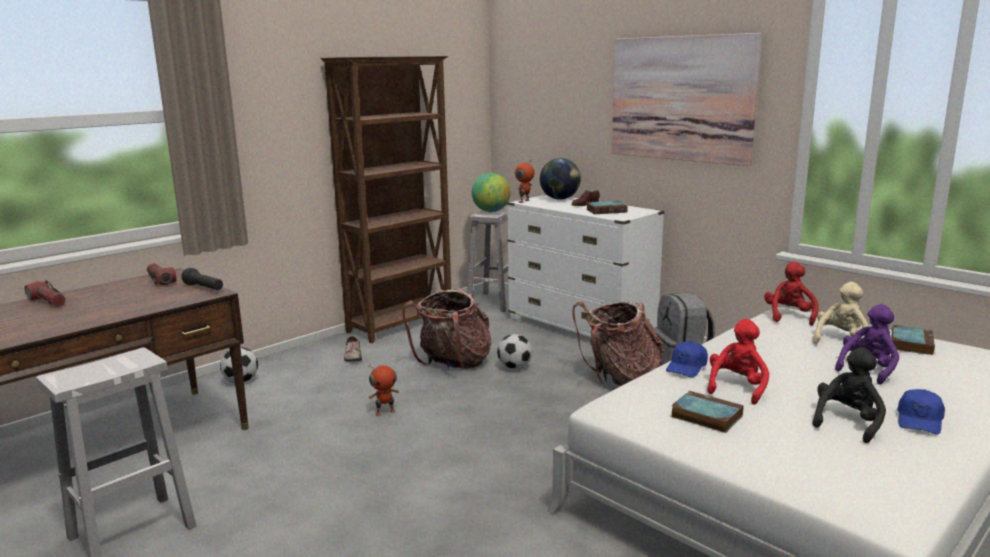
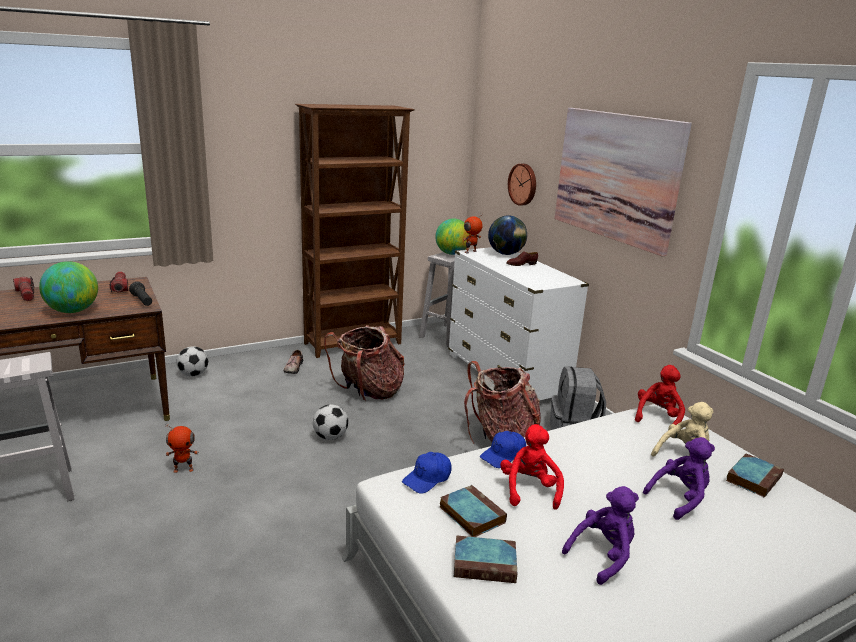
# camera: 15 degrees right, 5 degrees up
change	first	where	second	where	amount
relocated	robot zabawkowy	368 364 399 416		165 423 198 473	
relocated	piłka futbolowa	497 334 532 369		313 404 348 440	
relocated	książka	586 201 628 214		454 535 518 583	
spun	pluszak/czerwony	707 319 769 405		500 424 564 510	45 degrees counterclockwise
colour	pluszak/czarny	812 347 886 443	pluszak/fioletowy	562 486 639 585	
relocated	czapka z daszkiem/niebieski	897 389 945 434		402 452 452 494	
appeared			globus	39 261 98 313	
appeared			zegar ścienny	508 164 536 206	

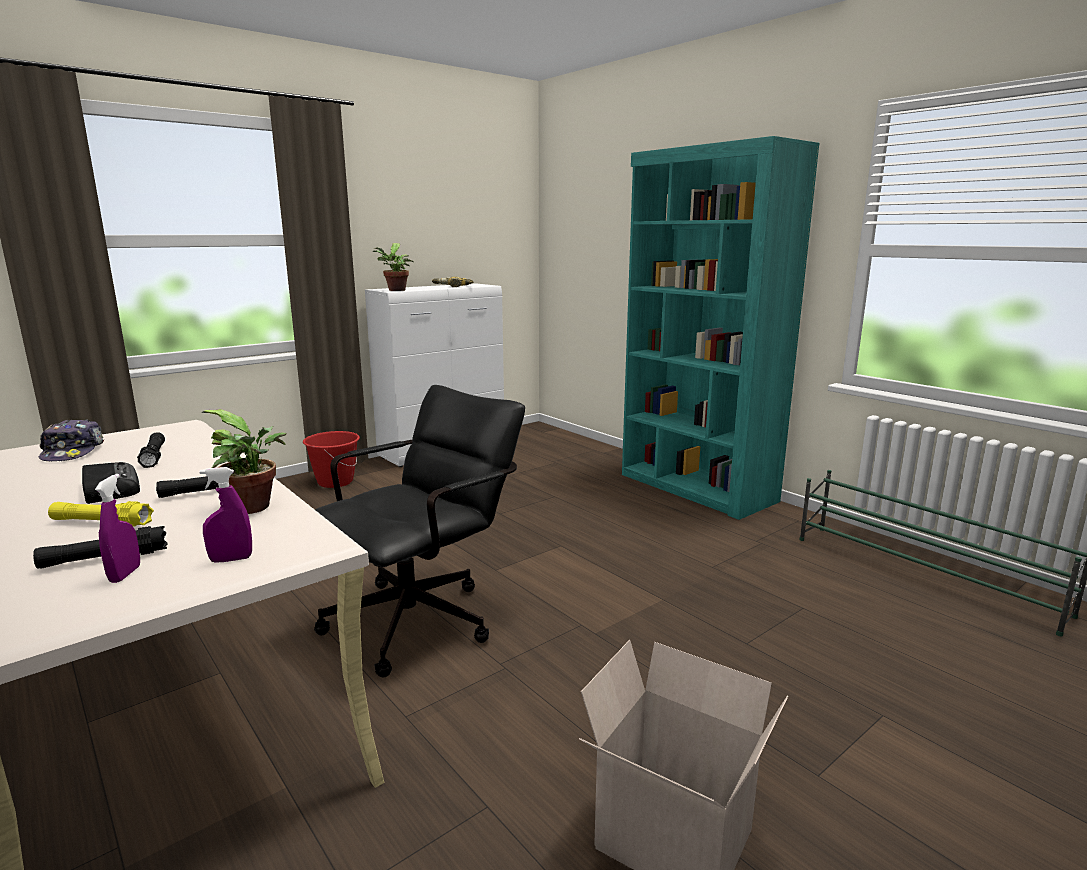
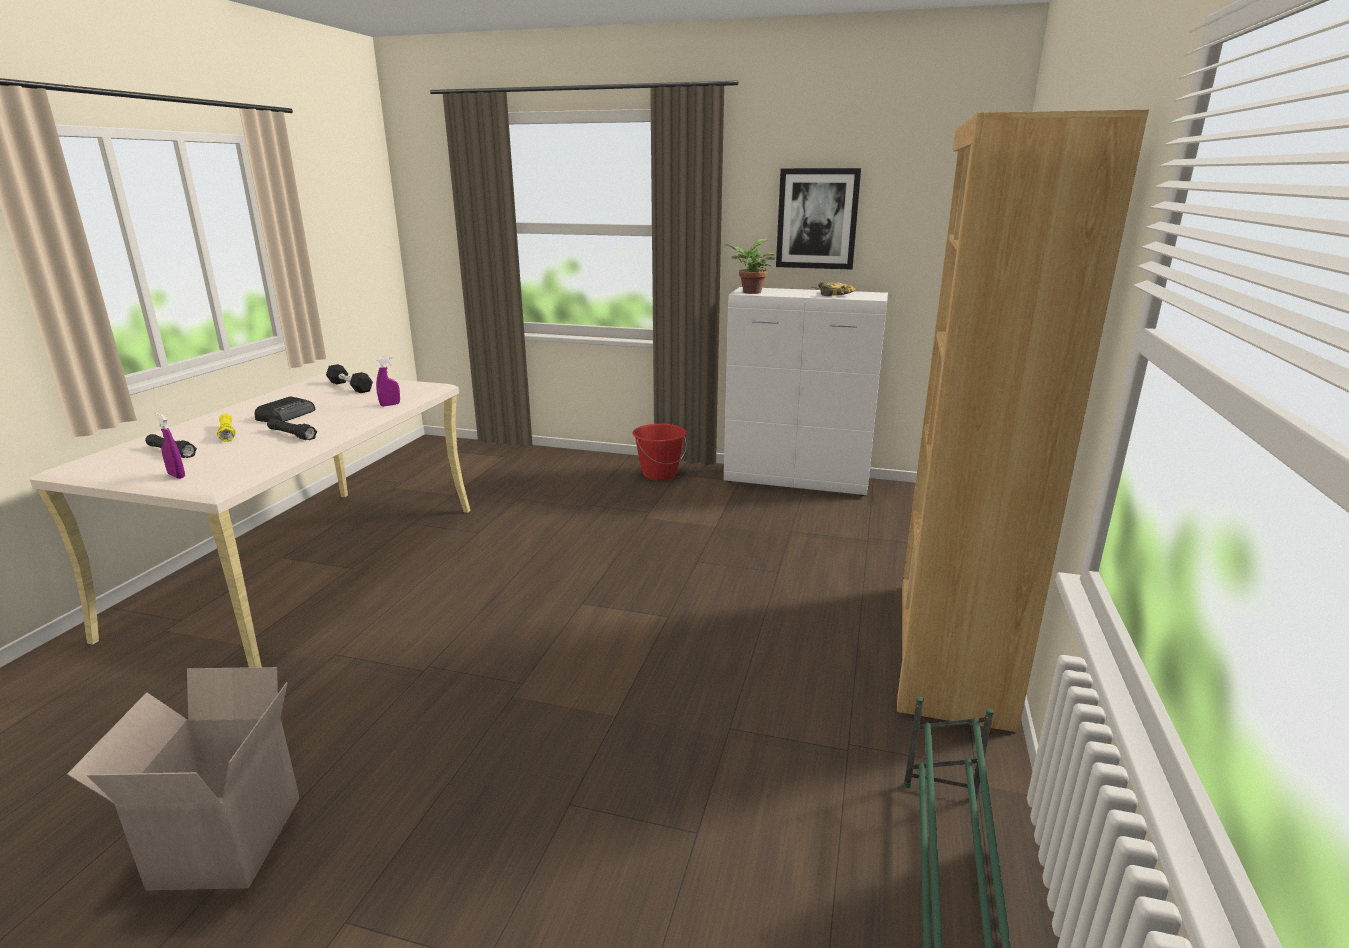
# camera: 55 degrees right, 5 degrees up
change	first	where	second	where	amount
exchanged	czapka z daszkiem	39 419 104 461	hantel/czarny	326 364 373 393	
relocated	spryskiwacz/fioletowy	95 474 140 583		376 356 400 407	
missing	latarka/czarny	137 432 165 468			
missing	roślina doniczkowa	201 409 286 514			
missing	krzesło biurowe/czarny	314 385 525 678			
colour	regał/turkusowy	622 136 819 520	regał/brązowy	897 109 1149 733	
appeared			obraz	776 168 861 270	

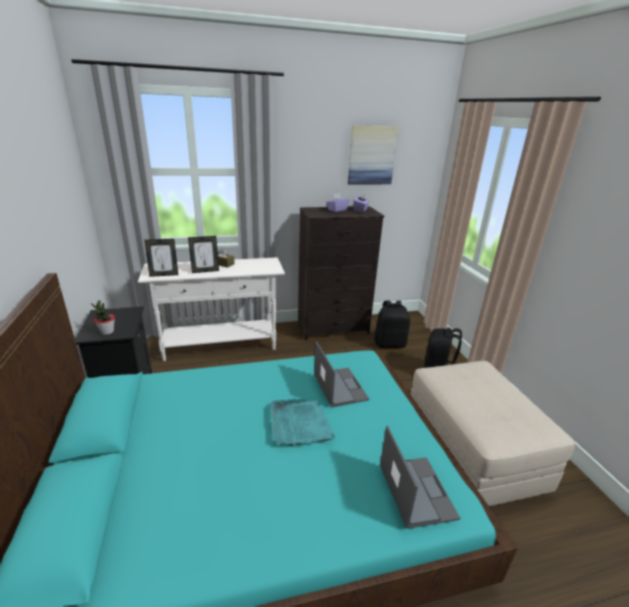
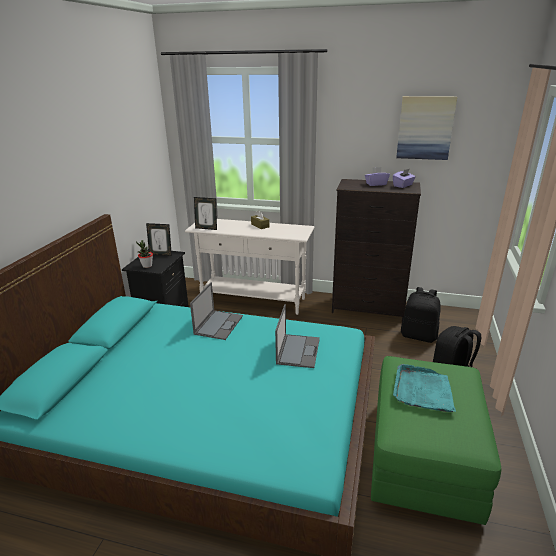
# camera: 30 degrees right, 0 degrees up
change	first	where	second	where	amount
relocated	ramka na zdjęcie	188 236 219 273		146 223 172 256	
relocated	taca/turkusowy	270 399 336 446		393 364 456 412	
relocated	laptop	380 426 460 529		190 282 243 340	
colour	pufa/beżowy	411 361 575 506	pufa/zielony	371 356 501 525	

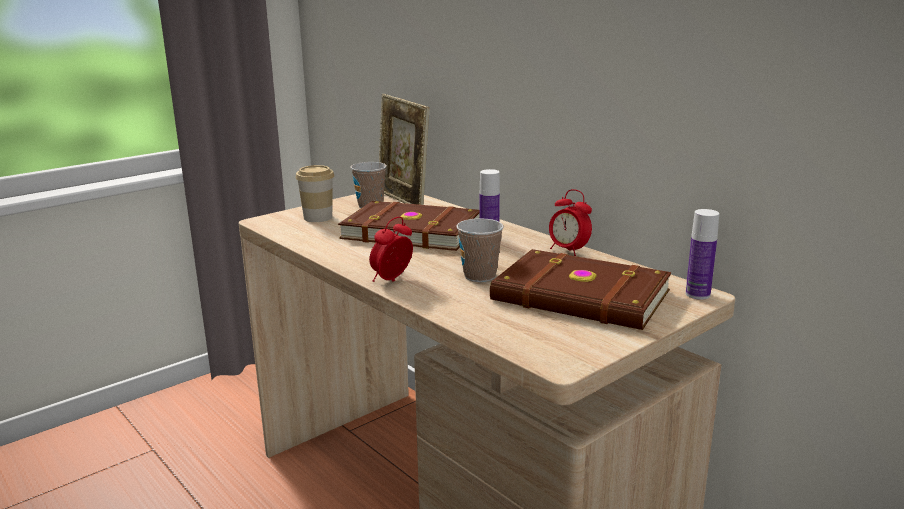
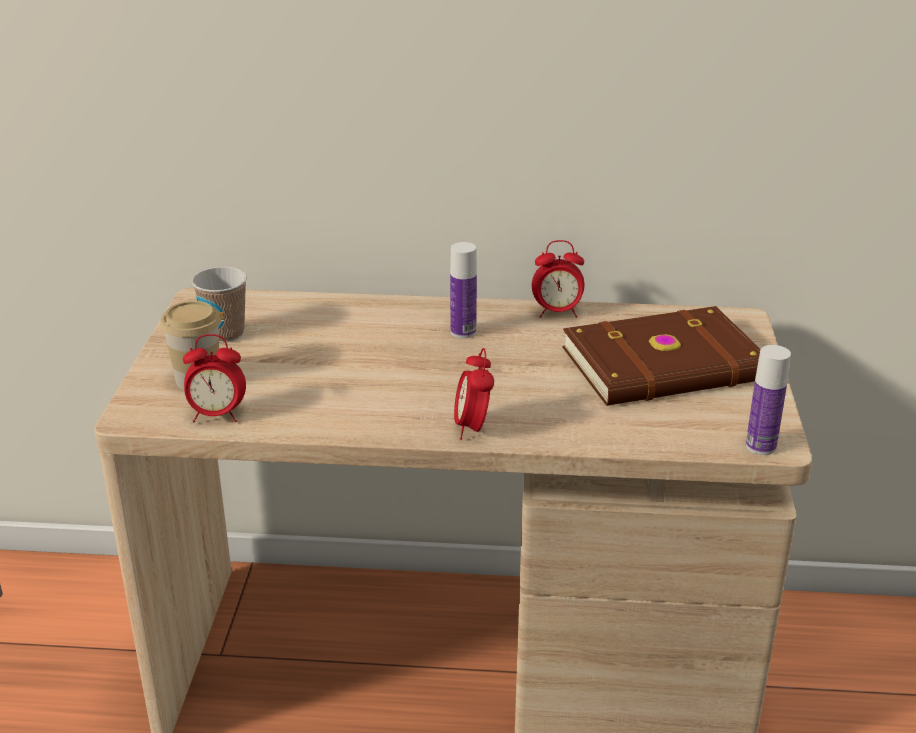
# camera: 45 degrees left, 10 degrees up
change	first	where	second	where	amount
missing	książka/brązowy	338 201 480 251			
missing	ramka na zdjęcie	379 94 429 205			
missing	filiżanka	456 218 504 282			
relocated	butelka	686 209 719 300		746 345 791 455	
appeared			budzik	183 334 246 422	

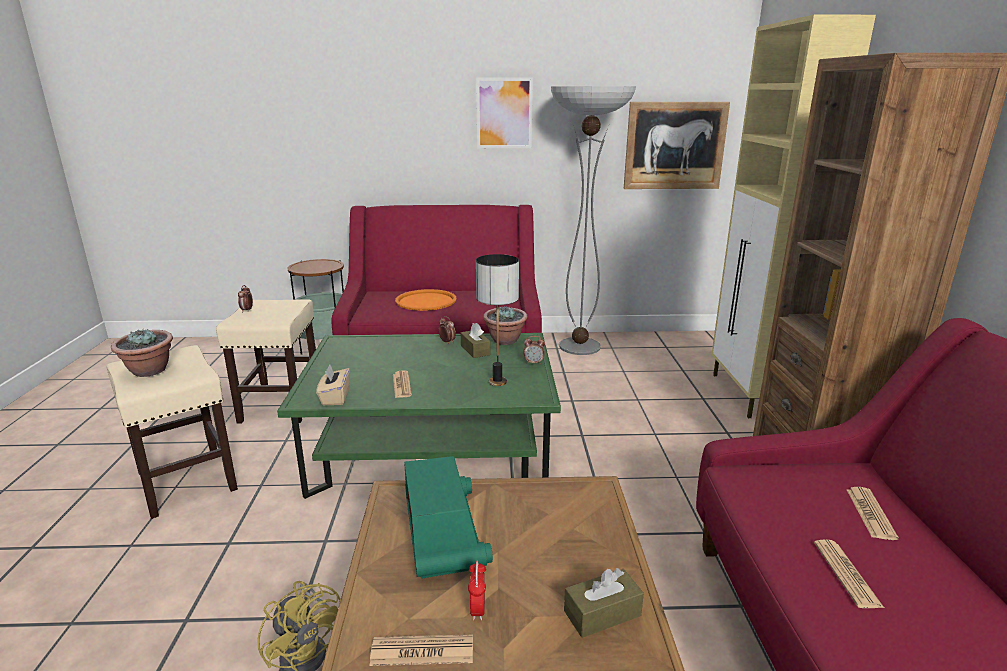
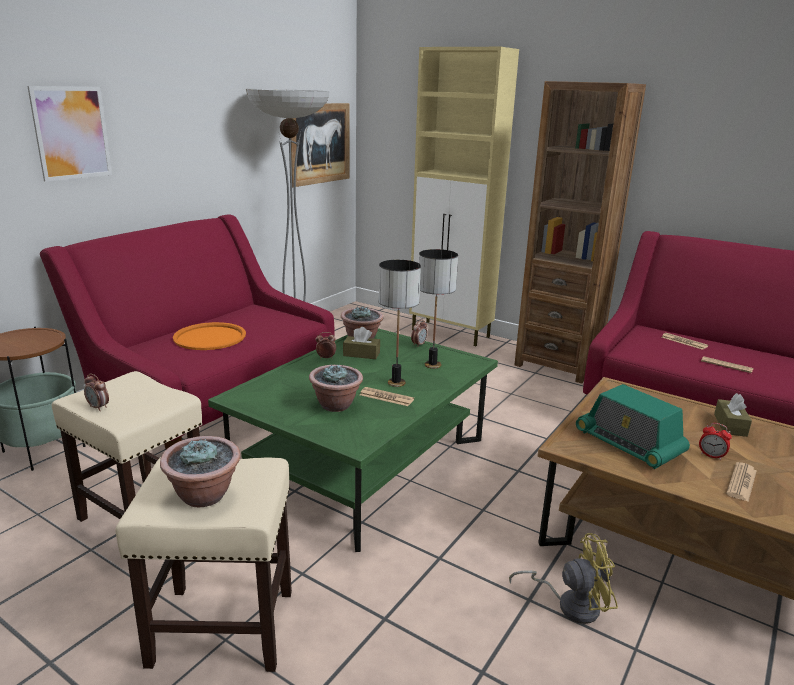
# camera: 55 degrees left, 0 degrees up
change	first	where	second	where	amount
missing	pudełko chusteczek/beżowy	316 365 350 405			
spun	radio	404 456 493 579		576 384 690 469	150 degrees counterclockwise
relocated	obraz	476 78 533 148		27 86 112 182	
appeared			roślina doniczkowa	309 364 363 412	
appeared			lampa stołowa	379 260 421 387	

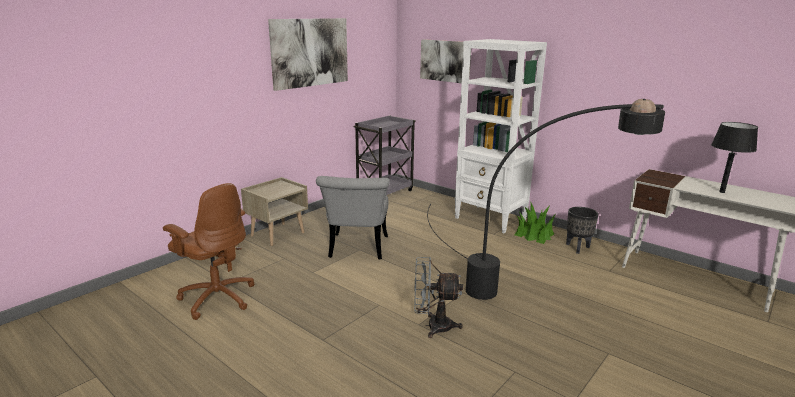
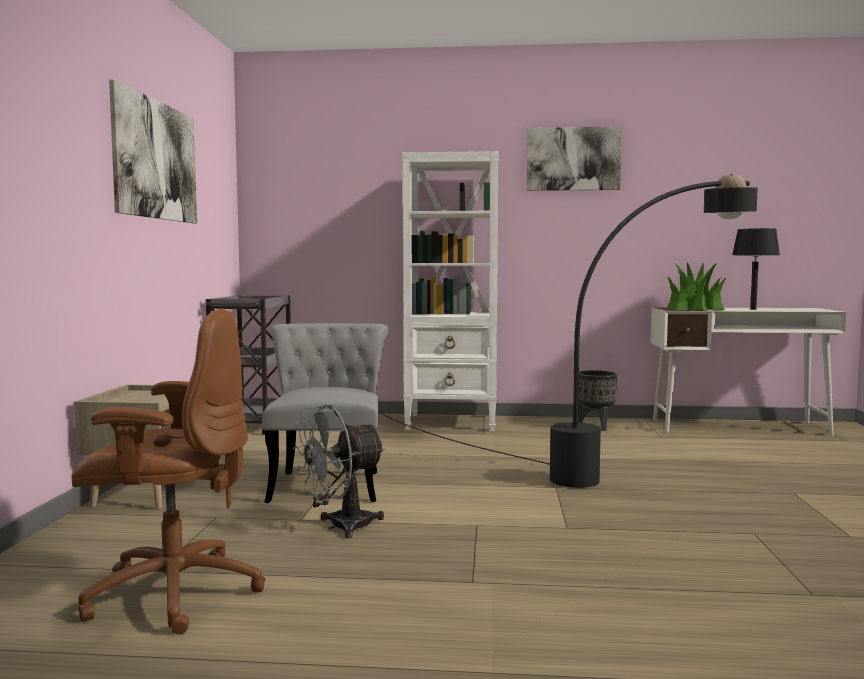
# camera: 35 degrees left, 15 degrees down
change	first	where	second	where	amount
spun	krzesło/szary	316 176 390 260		263 323 388 503	150 degrees counterclockwise
relocated	wentylator/szary	414 257 463 338		293 405 386 538	
relocated	obraz	420 39 471 83		527 126 622 191	
relocated	roślina doniczkowa	514 201 555 244		666 262 727 310	

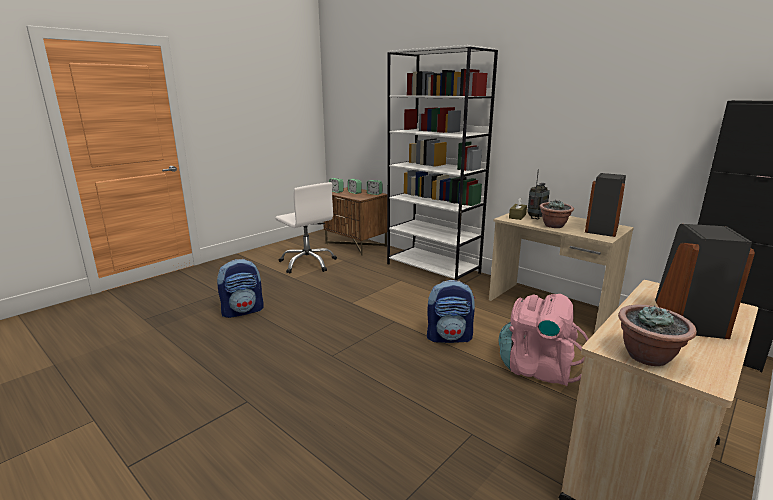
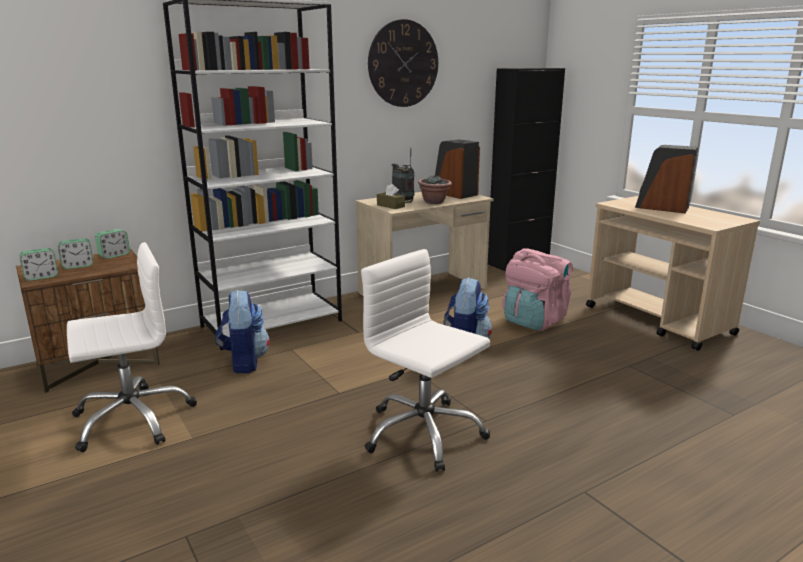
# camera: 75 degrees left, 0 degrees up
change	first	where	second	where	amount
relocated	plecak	217 259 263 318		215 290 270 373	
missing	roślina doniczkowa	618 304 697 366			
appeared			krzesło biurowe/biały	361 249 490 472	
appeared			zegar ścienny	368 19 438 107	

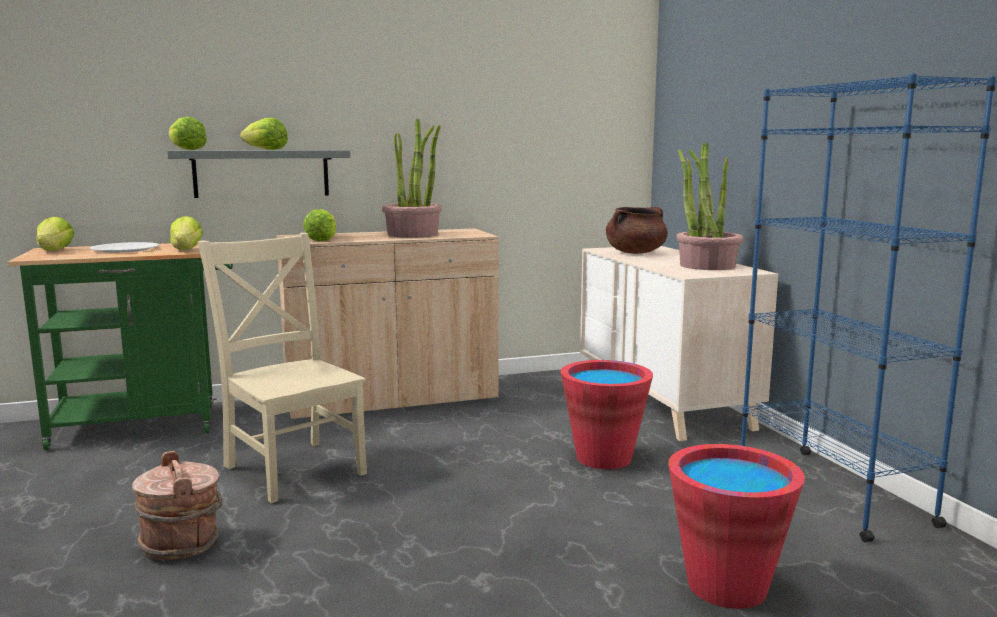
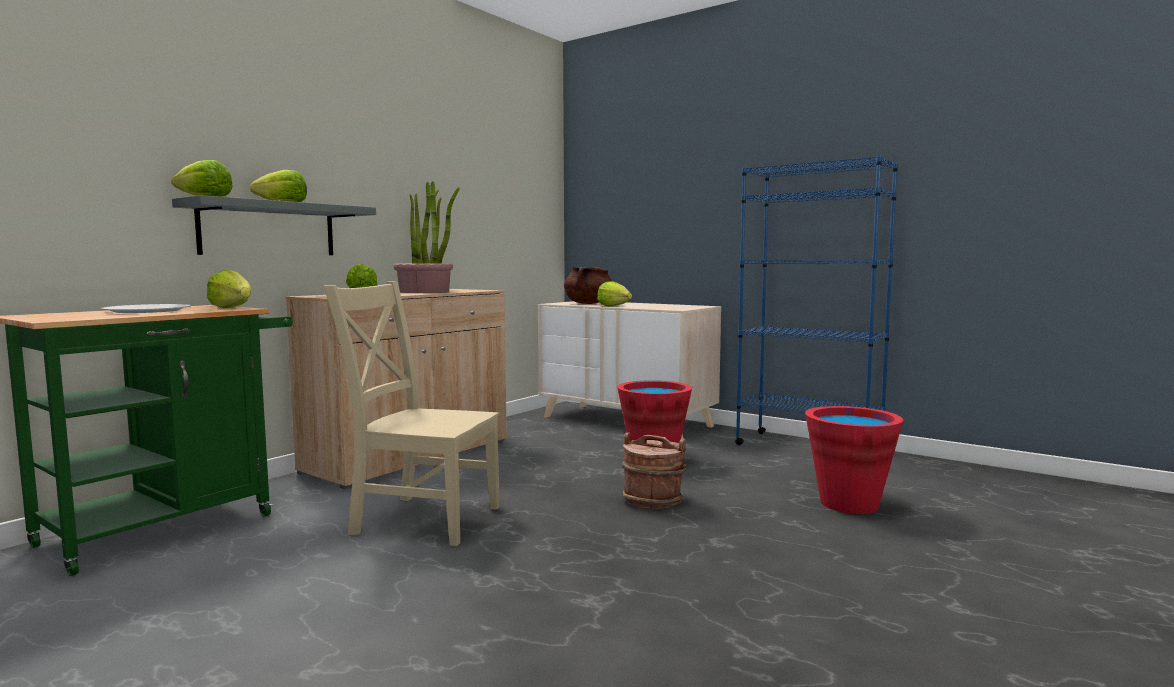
# camera: 35 degrees left, 5 degrees down
change	first	where	second	where	amount
relocated	sałata	36 217 74 251		597 281 632 307	
relocated	wiadro/brązowy	132 451 222 560		622 432 688 509	
missing	roślina doniczkowa	676 143 744 270			

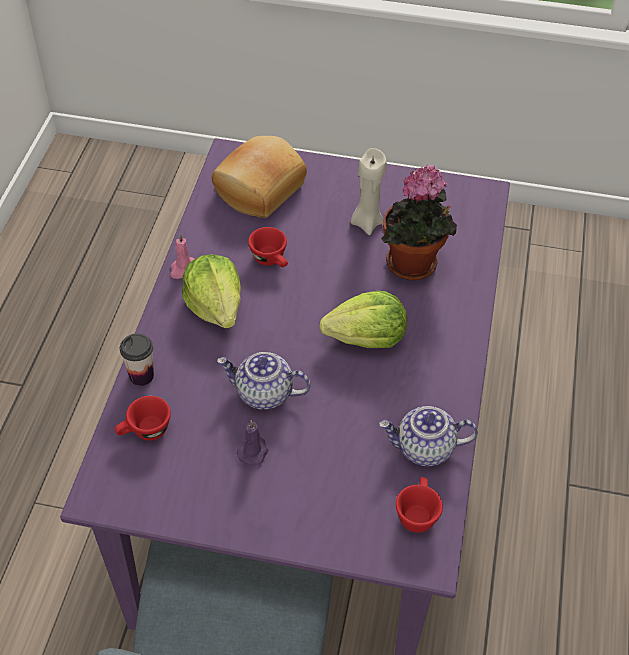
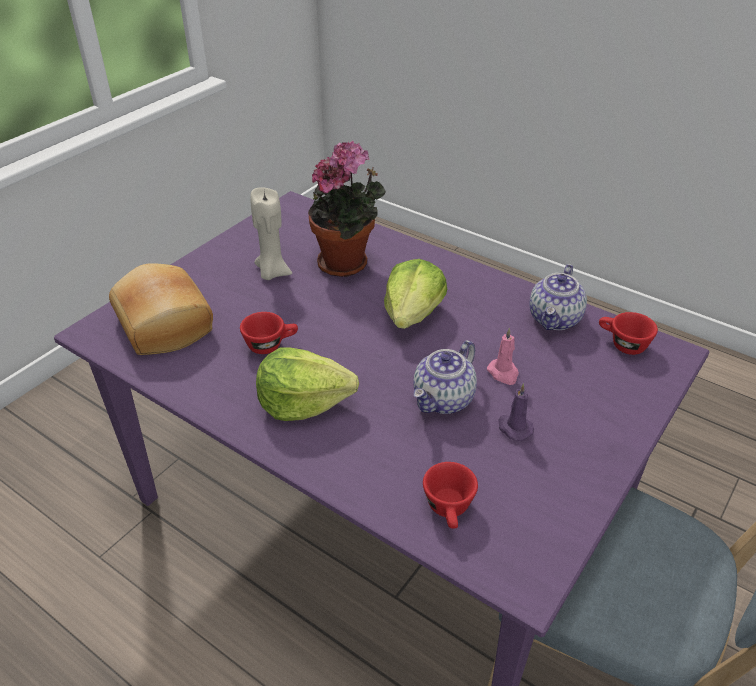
# camera: 65 degrees left, 10 degrees down
change	first	where	second	where	amount
missing	filiżanka	120 333 154 386			
relocated	świeca/różowy	170 234 194 279		487 327 519 385	

